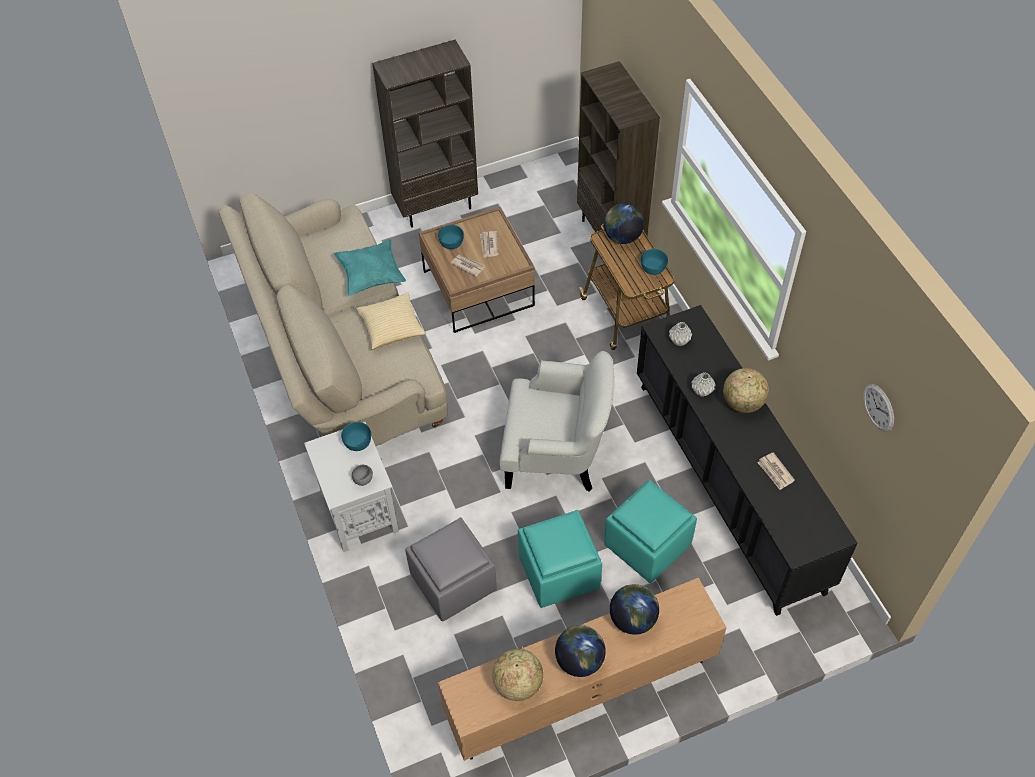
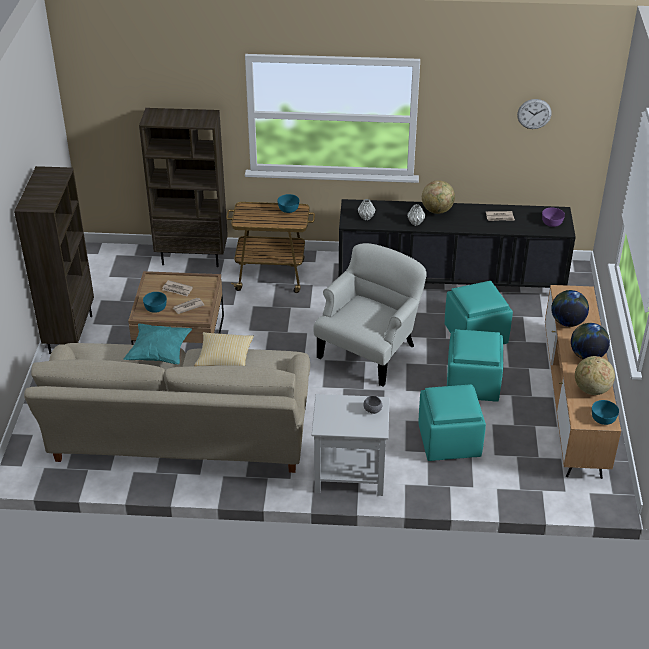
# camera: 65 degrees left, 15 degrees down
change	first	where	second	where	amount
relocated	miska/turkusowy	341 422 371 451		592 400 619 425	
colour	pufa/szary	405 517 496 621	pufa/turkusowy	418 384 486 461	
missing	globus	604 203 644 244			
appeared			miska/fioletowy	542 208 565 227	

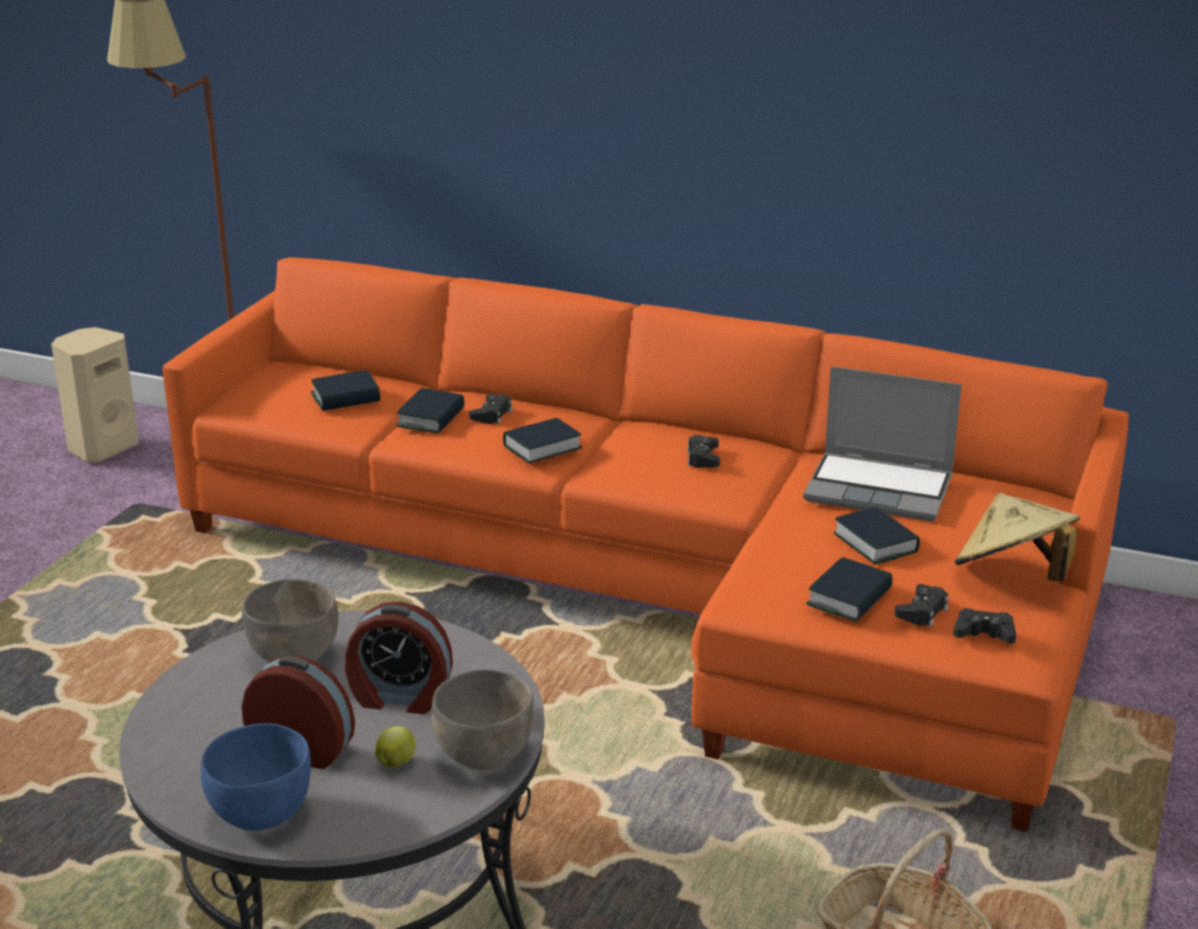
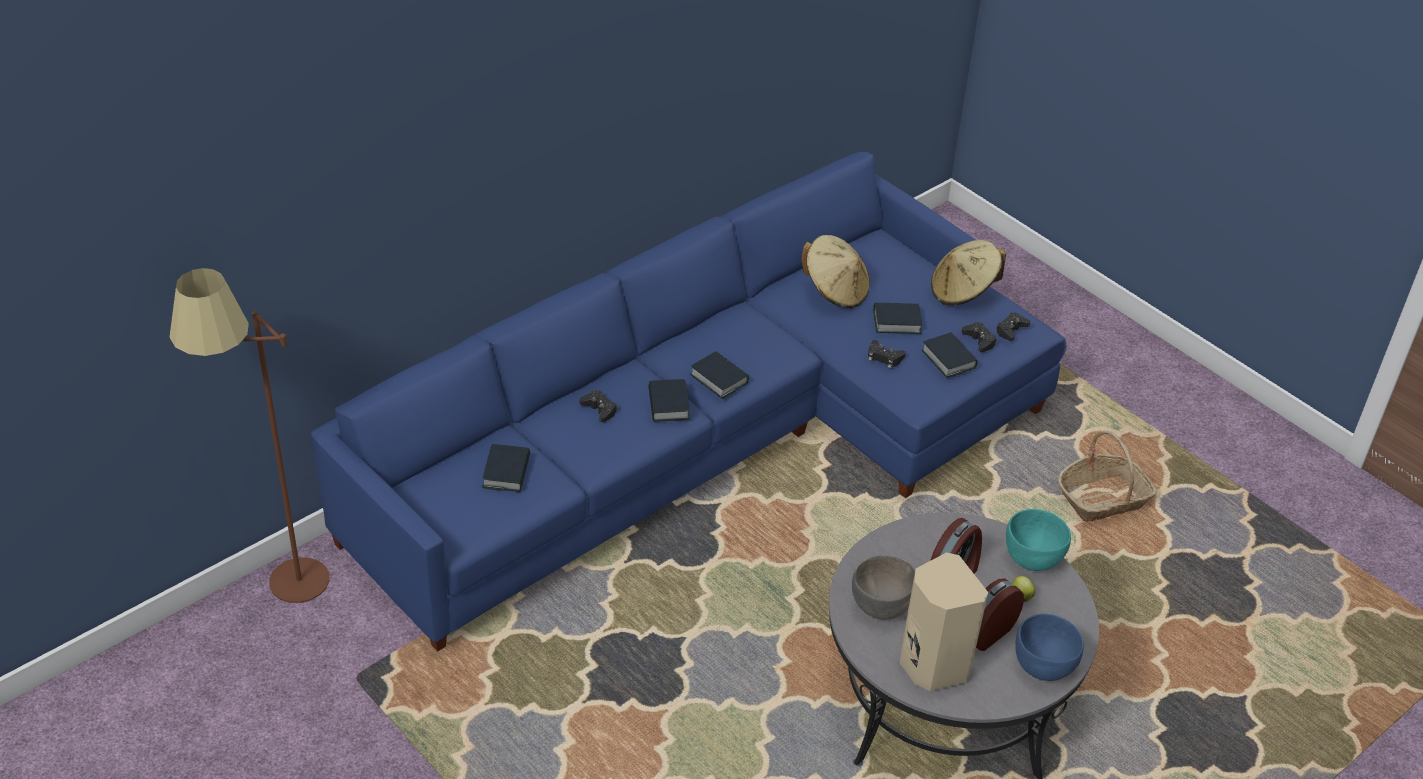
# camera: 65 degrees left, 15 degrees up
change	first	where	second	where	amount
relocated	głośnik/beżowy	51 327 138 462		900 552 988 691	
colour	kanapa/pomarańczowy	162 257 1129 832	kanapa/niebieski	311 152 1066 652	
relocated	książka	396 388 464 434		690 351 749 399	
colour	miska/szary	431 669 534 770	miska/turkusowy	1006 509 1071 571	
relocated	pad do gier/czarny	687 435 720 468		868 340 906 368	
exchanged	laptop	803 366 962 521	kapelusz/beżowy	802 235 870 308	

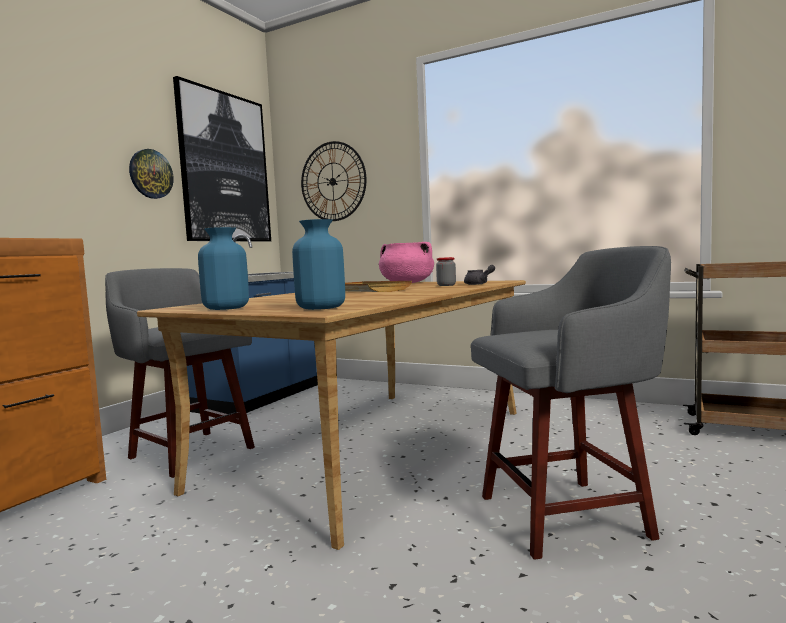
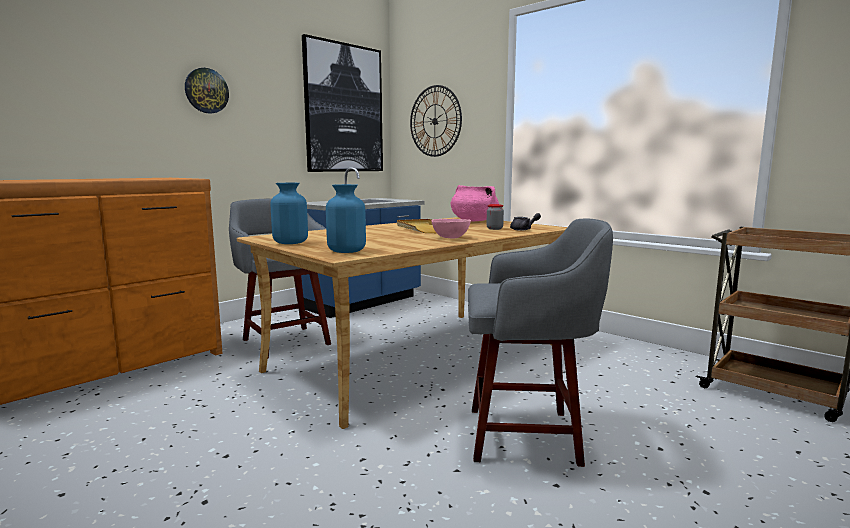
# camera: 15 degrees right, 5 degrees up
change	first	where	second	where	amount
relocated	zegar ścienny	129 149 174 199		185 68 229 114	
appeared			miska/różowy	432 219 471 238	

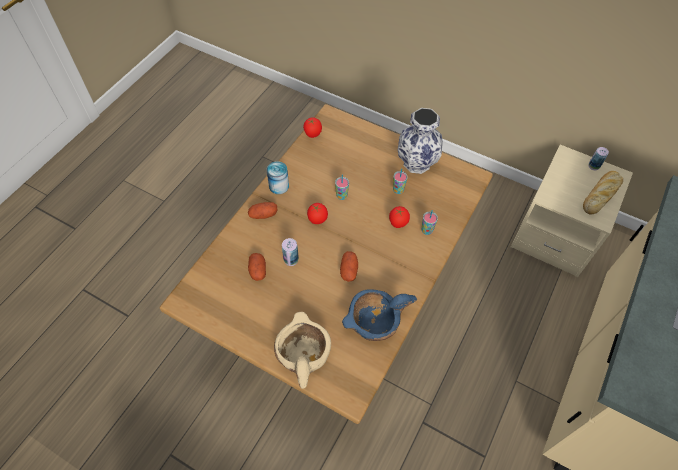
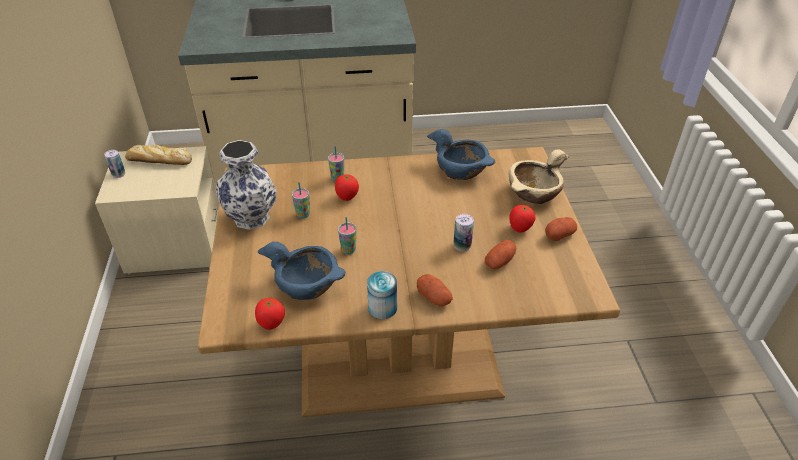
# camera: 125 degrees left, 15 degrees down
change	first	where	second	where	amount
relocated	pomidor	307 203 328 224		509 205 535 233	
relocated	ziemniak	340 251 358 282		545 217 577 241	
appeared			miska/niebieski	258 242 346 300	

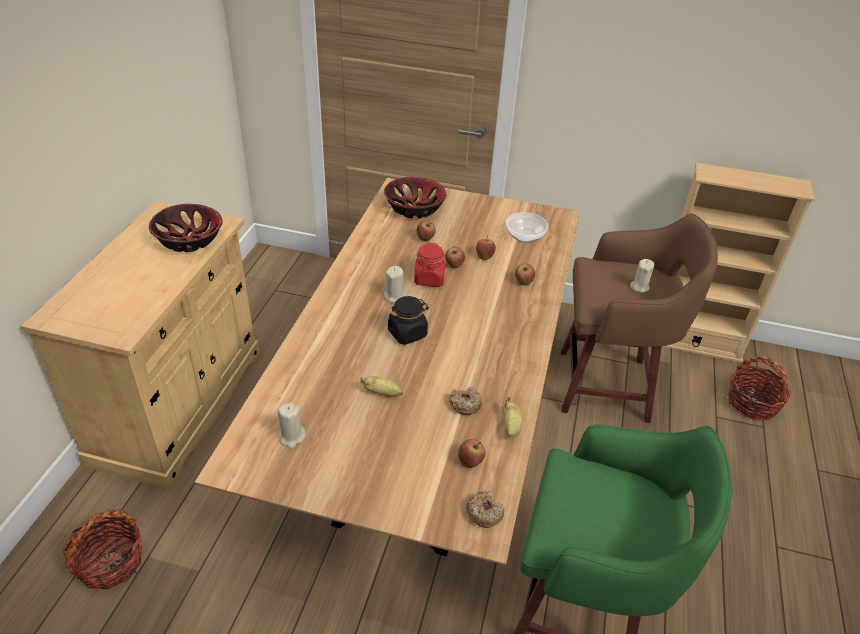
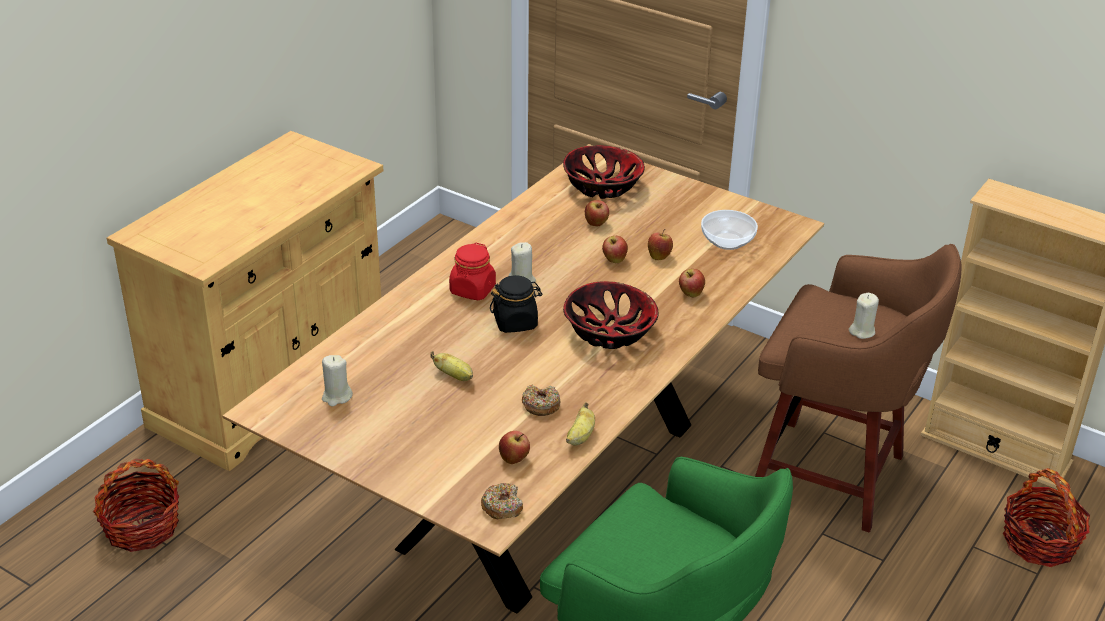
# camera: 20 degrees right, 5 degrees down
change	first	where	second	where	amount
relocated	miska	149 204 222 252		563 281 659 349	
relocated	słoik/czerwony	414 242 445 287		449 243 496 300	

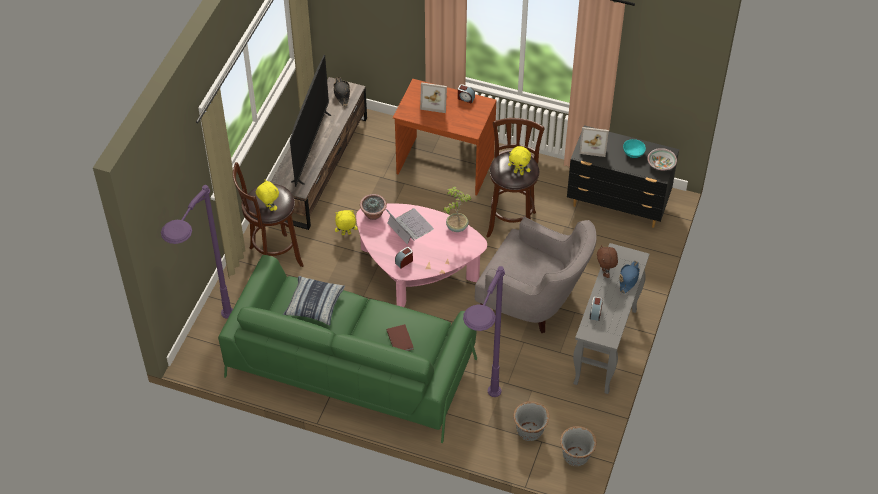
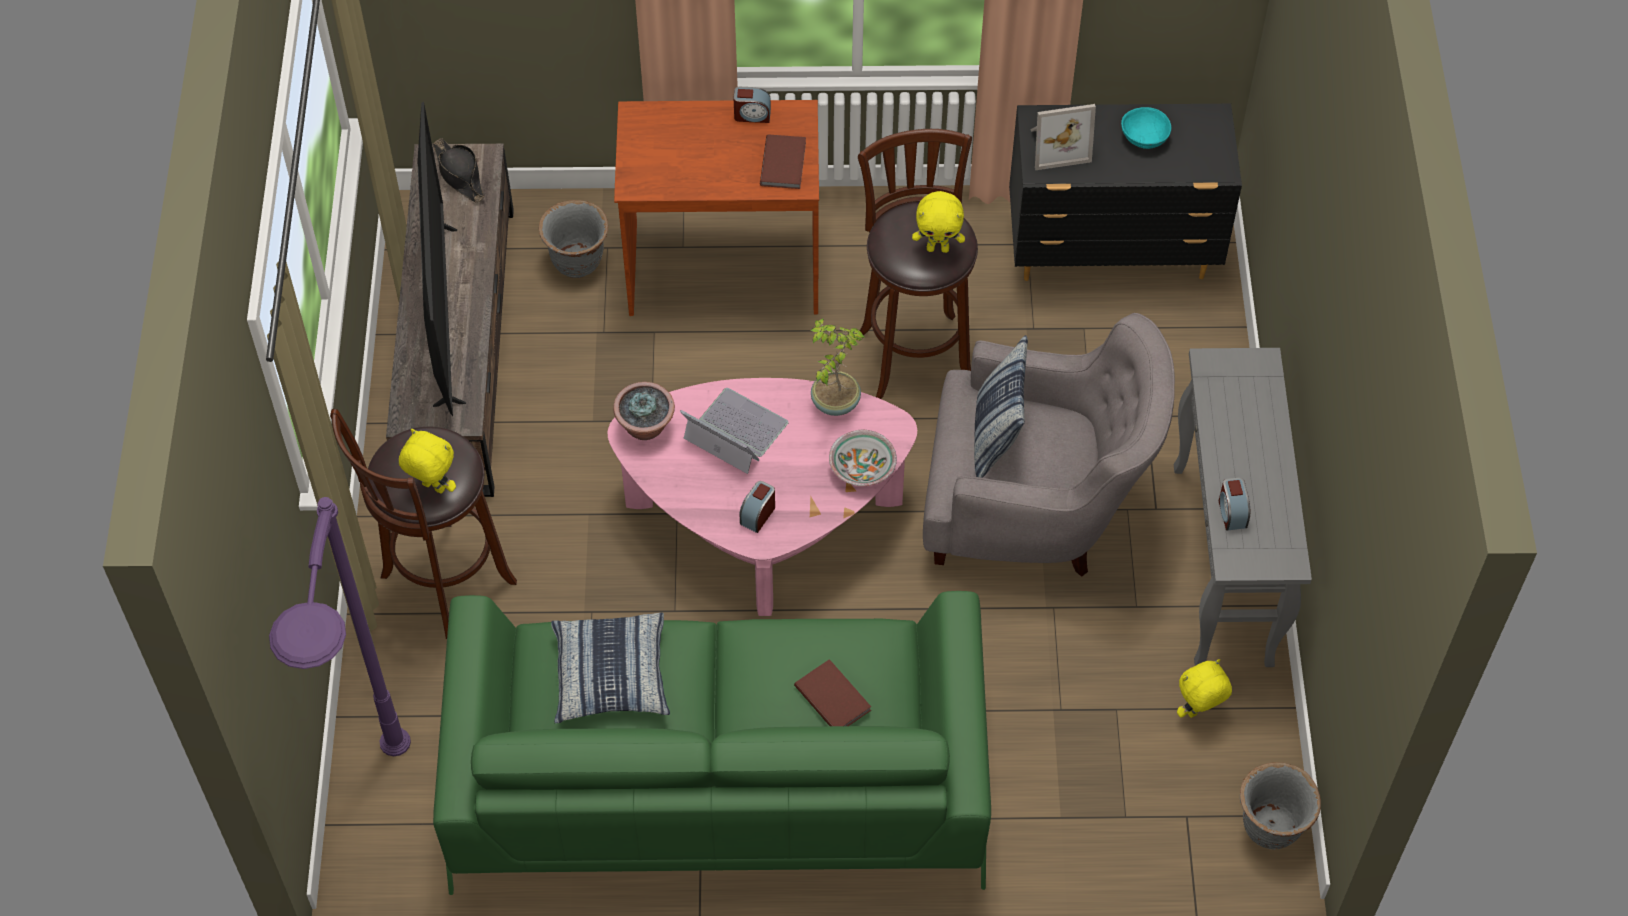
# camera: 20 degrees left, 5 degrees up
change	first	where	second	where	amount
relocated	pluszak/żółty	335 210 357 235		1177 659 1232 718	
missing	ramka na zdjęcie	420 82 447 113			
missing	lampa stojąca/fioletowy	463 266 505 397			
relocated	donica/szary	513 401 549 441		539 200 608 278	
missing	pluszak/brązowy	597 245 618 278			
missing	kapelusz/niebieski	619 261 640 294			
relocated	miska	647 148 677 170		829 430 897 486	
appeared			książka/brązowy	760 134 806 189	
appeared			poduszka	974 335 1028 478	

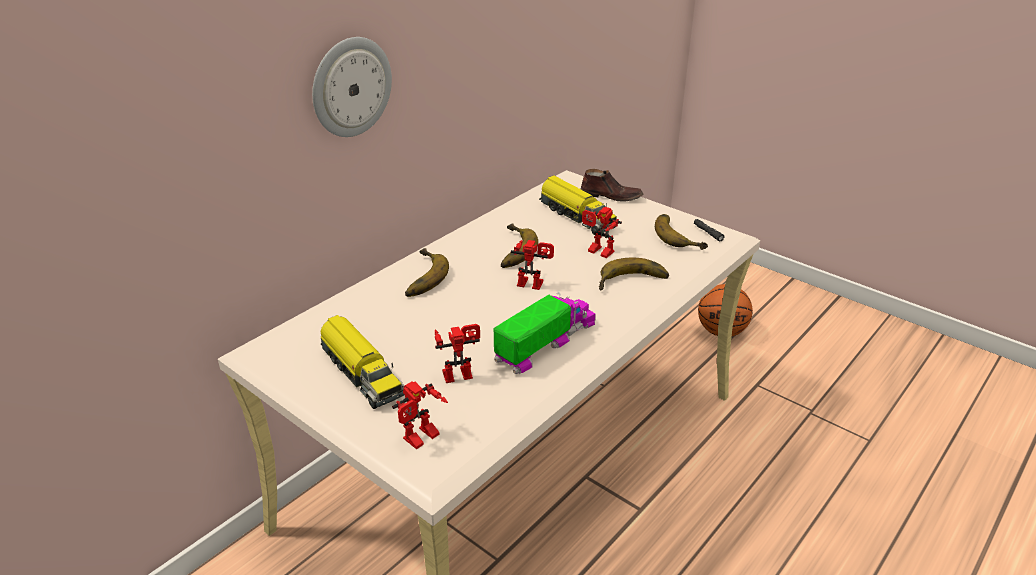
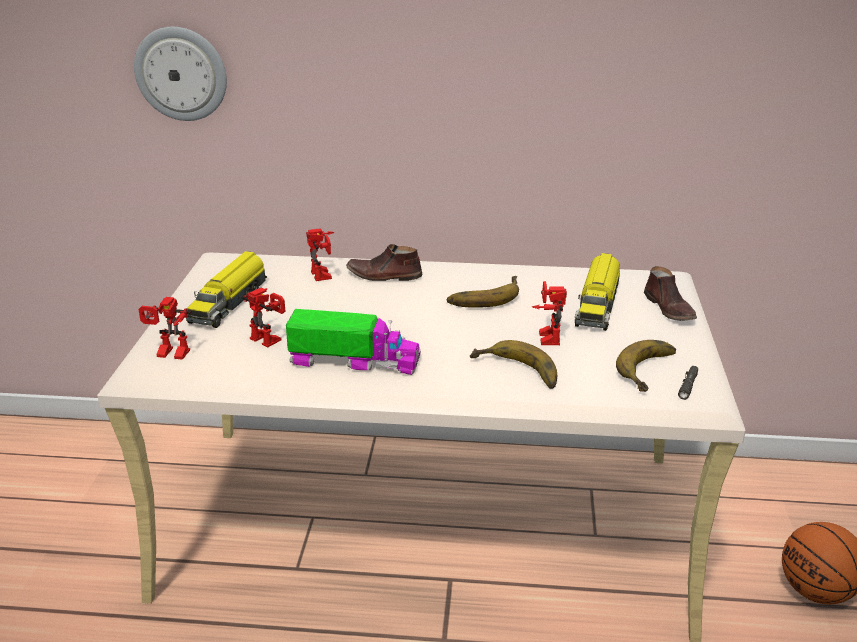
# camera: 55 degrees right, 5 degrees down
change	first	where	second	where	amount
relocated	zegar ścienny	312 37 392 137		134 27 227 121	
exchanged	banan	405 248 449 297	but/brązowy	346 244 423 281	
relocated	robot zabawkowy	511 240 554 290		306 228 334 281	

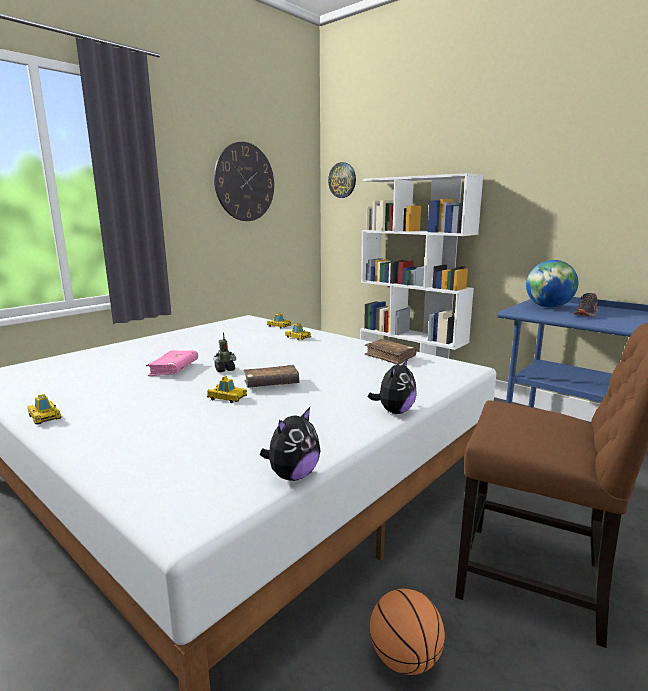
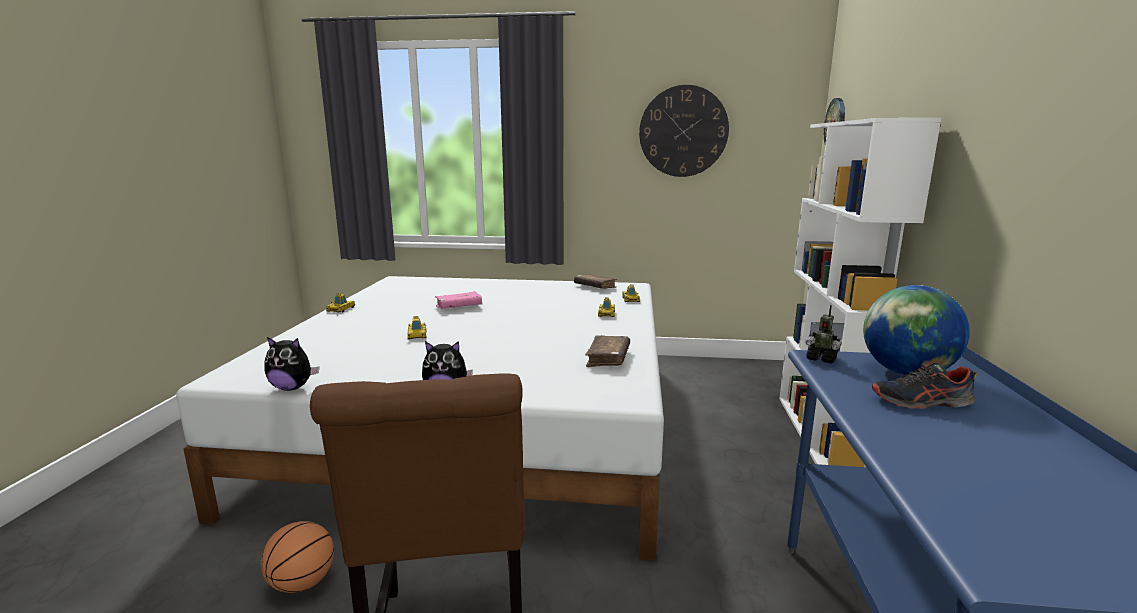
# camera: 55 degrees right, 0 degrees up
change	first	where	second	where	amount
relocated	robot zabawkowy	213 332 236 372		805 305 842 364	
relocated	książka/brązowy	243 365 300 388		574 274 617 289	

